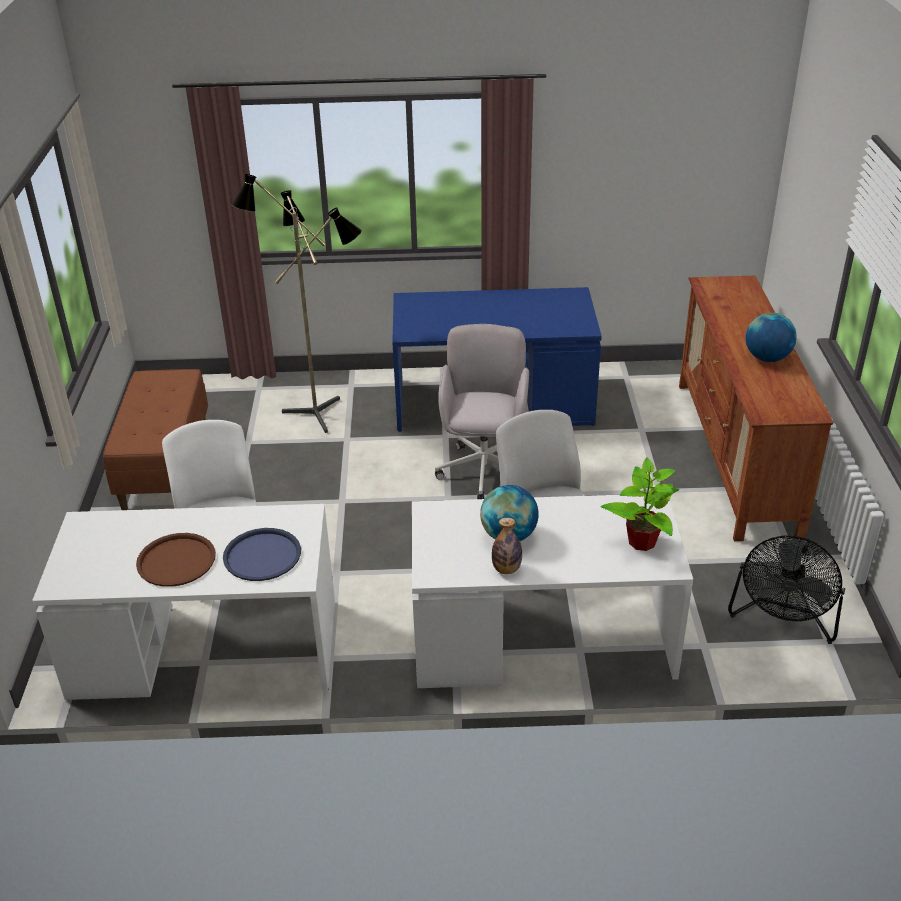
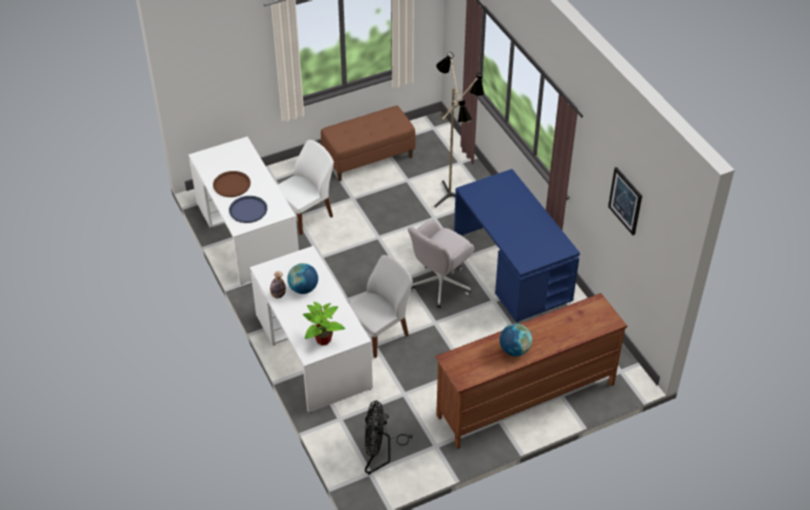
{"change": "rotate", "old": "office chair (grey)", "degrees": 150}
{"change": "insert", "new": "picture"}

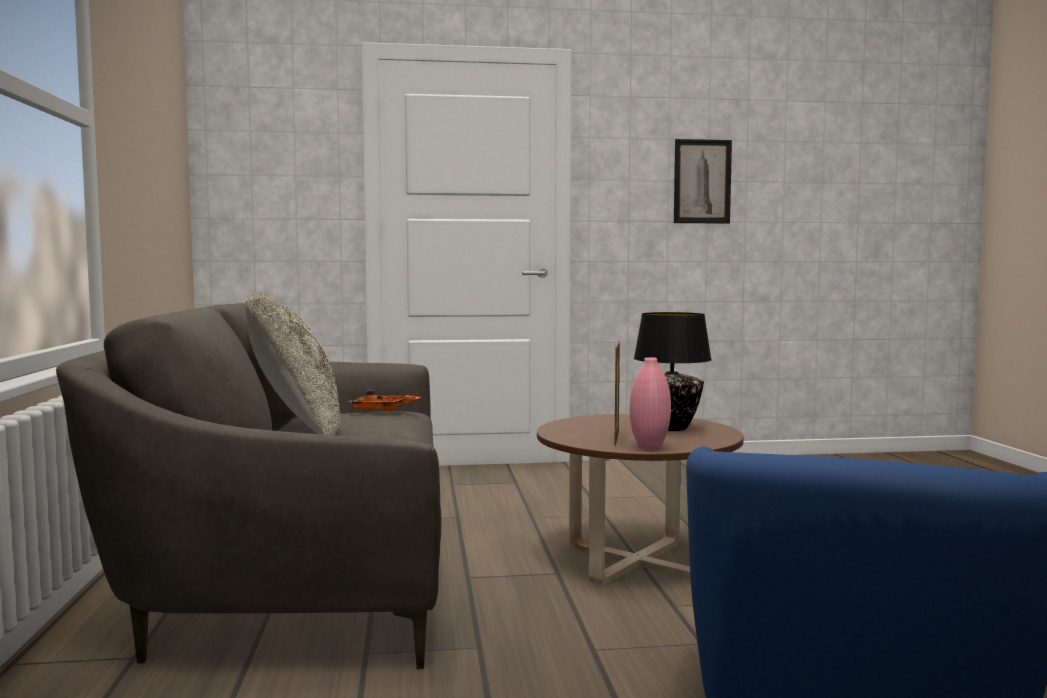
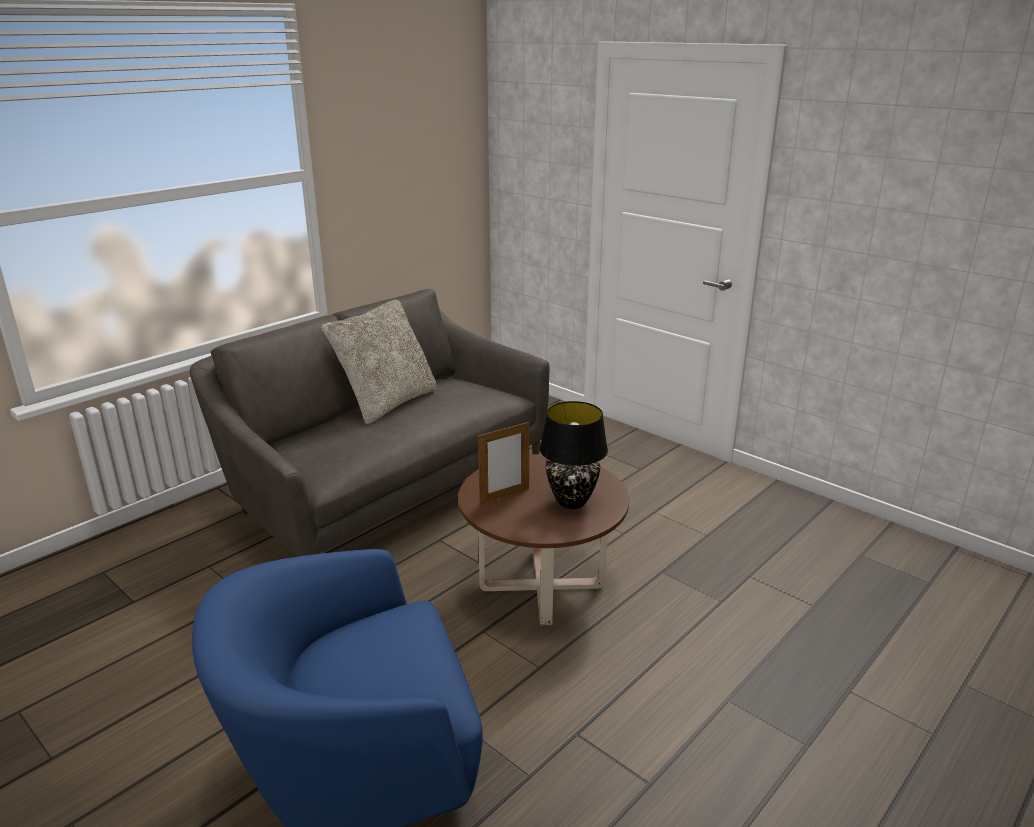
{"change": "delete", "old": "picture"}
{"change": "delete", "old": "vase (pink)"}
{"change": "delete", "old": "tray (orange)"}

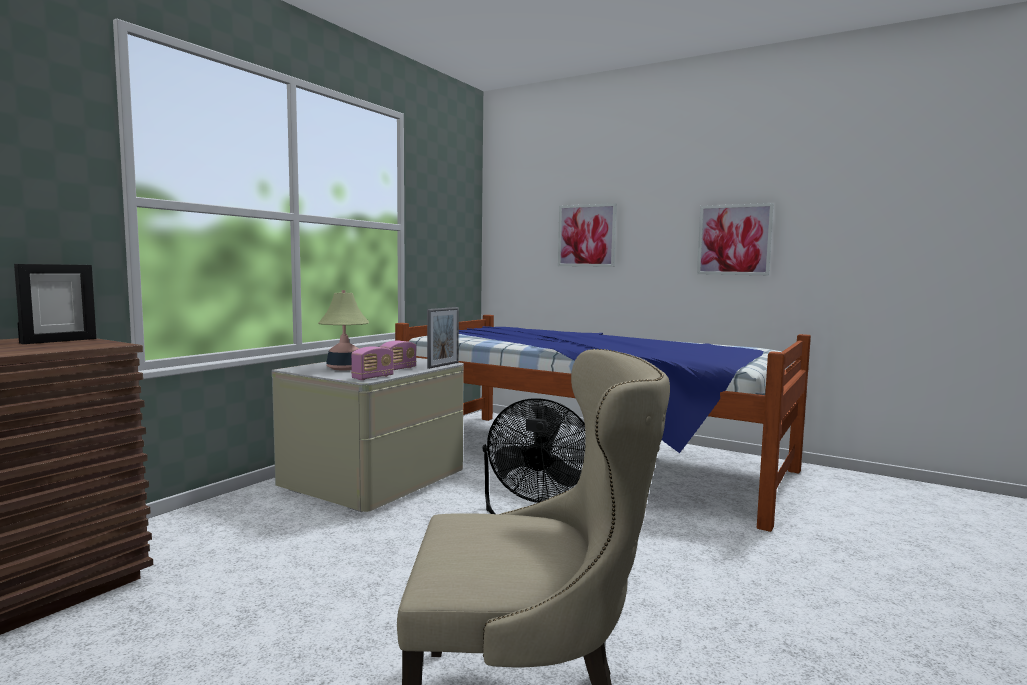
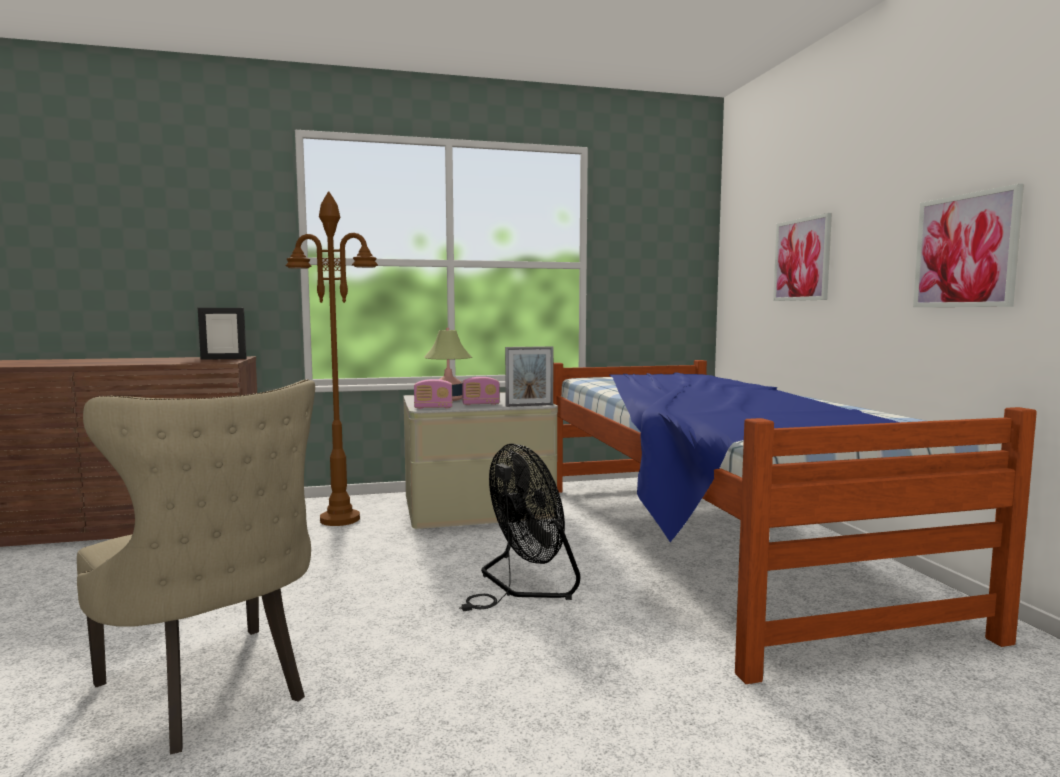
{"change": "insert", "new": "floor lamp (brown)"}

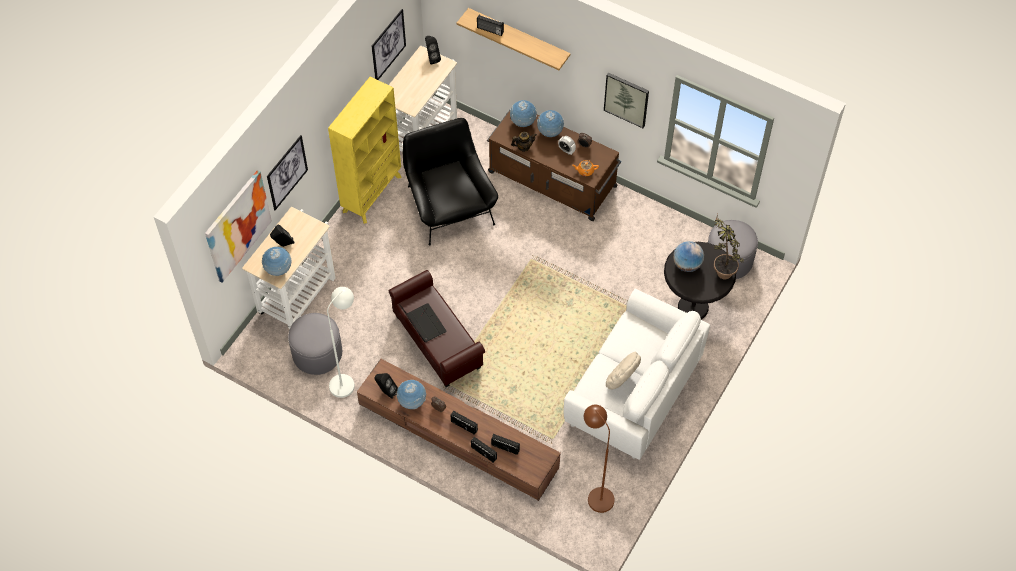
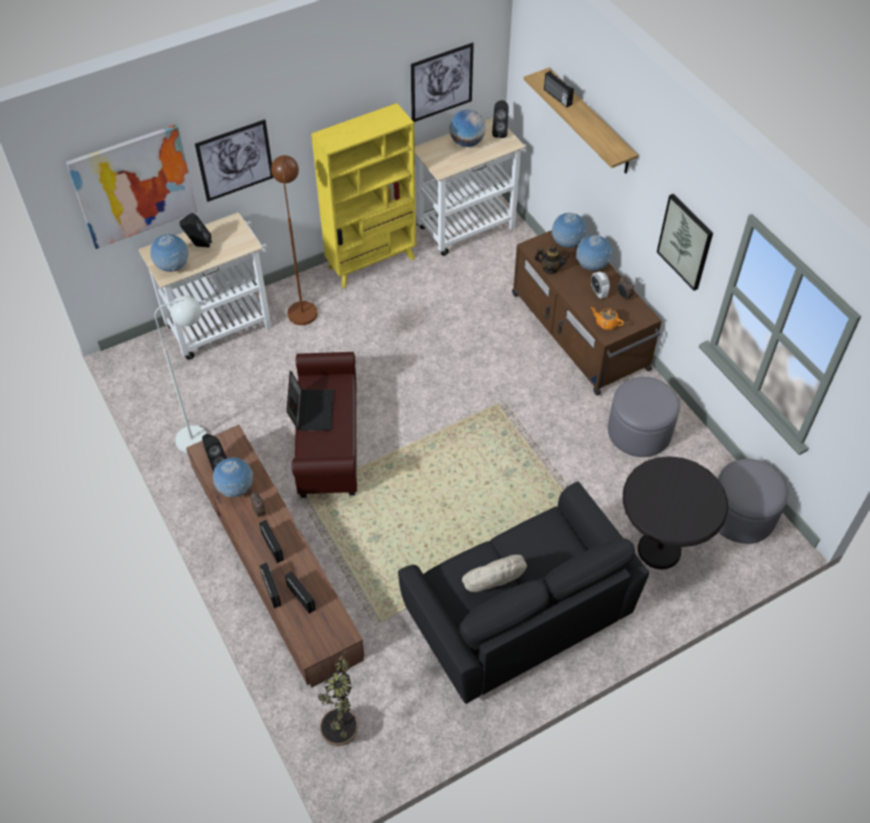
{"change": "delete", "old": "armchair (black)"}
{"change": "move", "old": "potted plant"}
{"change": "move", "old": "globe (5th from left in the first image)", "new": "globe (3rd from left)"}
{"change": "recolor", "old": "sofa (white)", "new": "sofa (black)"}
{"change": "move", "old": "ottoman (grey) (1st from left)"}
{"change": "move", "old": "floor lamp (brown)"}

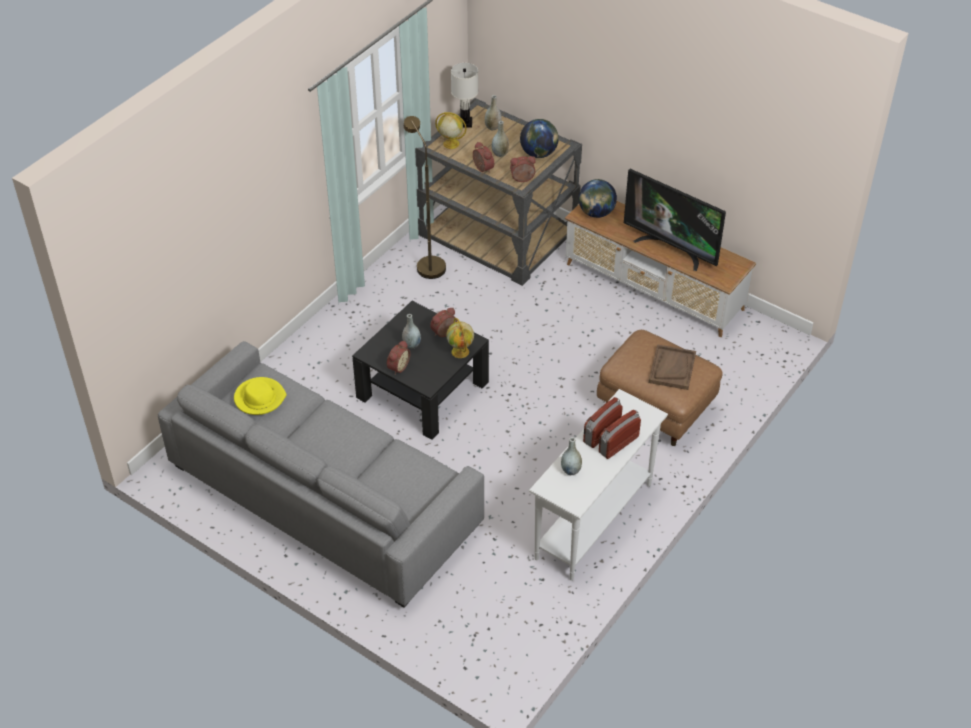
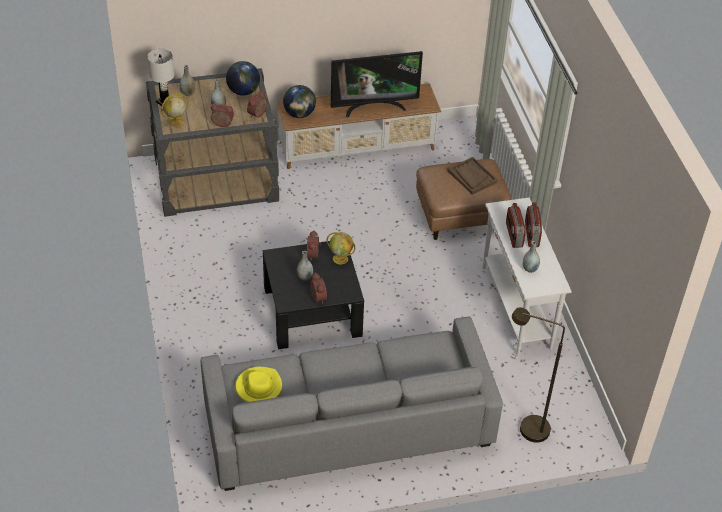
{"change": "move", "old": "floor lamp (brown)"}

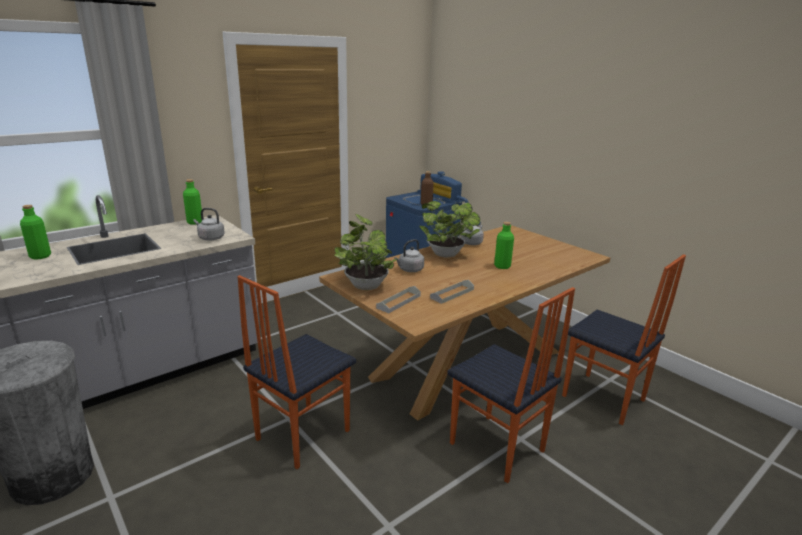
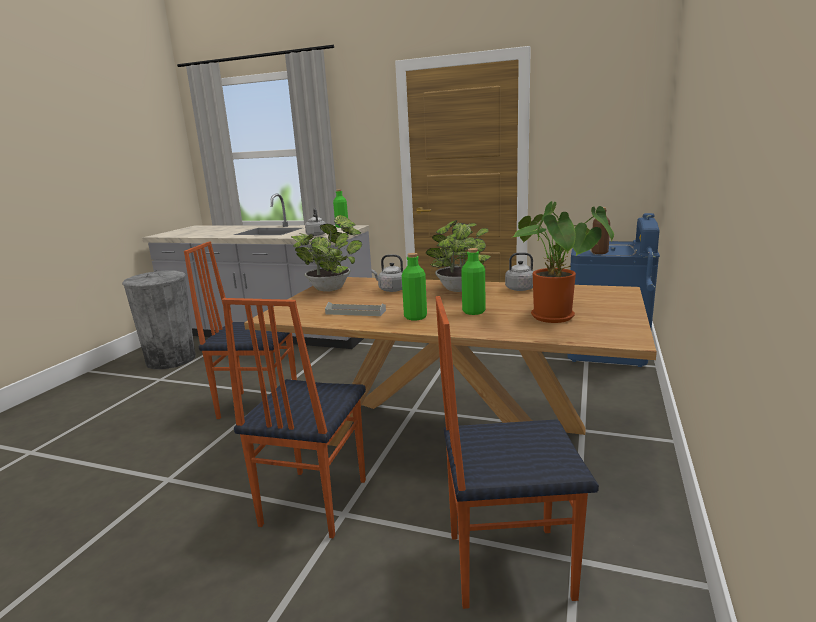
{"change": "move", "old": "bottle (green) (1st from left in the first image)", "new": "bottle (green) (2nd from left)"}
{"change": "rotate", "old": "chair (3rd from left)", "degrees": 75}
{"change": "delete", "old": "tray (grey) (1st from left)"}
{"change": "insert", "new": "potted plant (3rd from left)"}

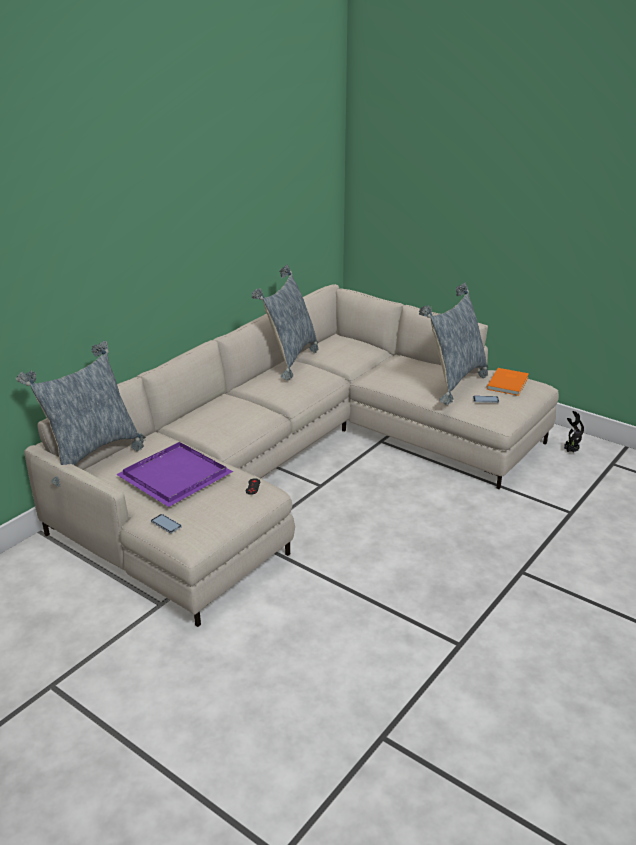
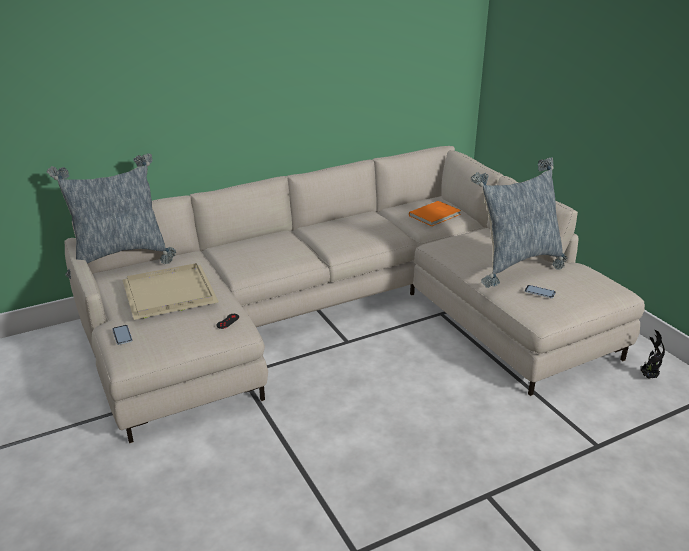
{"change": "delete", "old": "pillow (2nd from left)"}
{"change": "move", "old": "book (orange)"}
{"change": "recolor", "old": "tray (purple)", "new": "tray (beige)"}

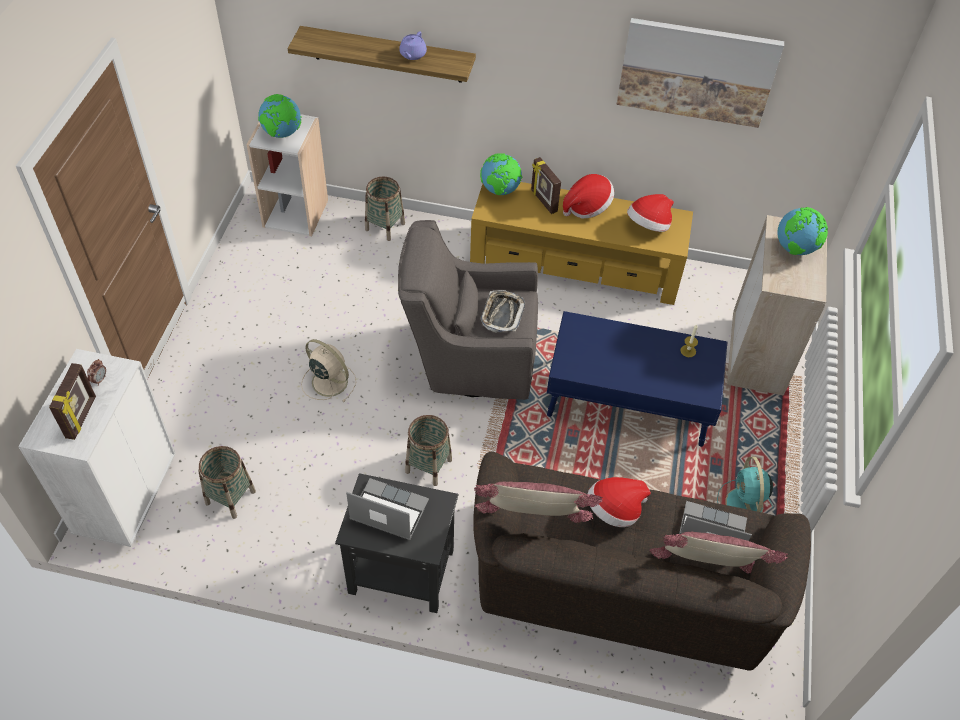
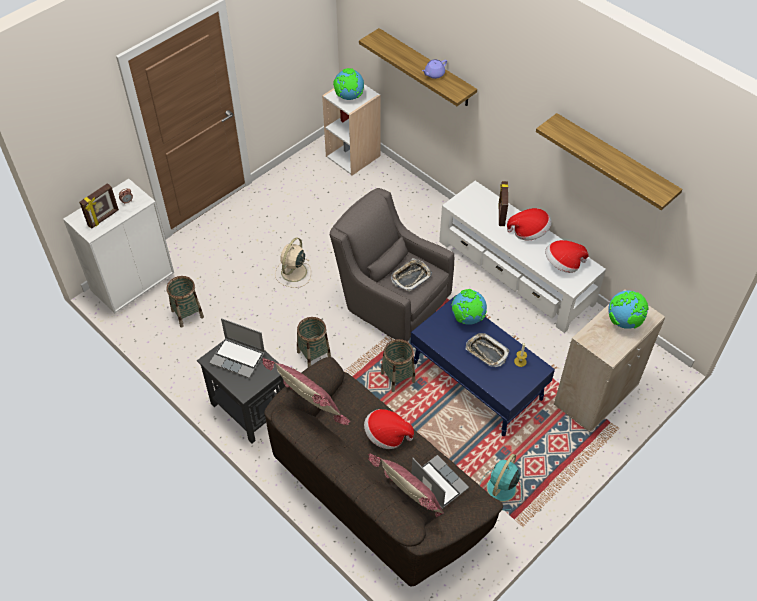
{"change": "replace", "old": "picture", "new": "shelf (2nd from left)"}
{"change": "move", "old": "globe (2nd from left)"}
{"change": "move", "old": "basket (2nd from left in the first image)", "new": "basket (3rd from left)"}
{"change": "recolor", "old": "tv stand (yellow)", "new": "tv stand (white)"}
{"change": "rotate", "old": "fan (beige)", "degrees": -135}
{"change": "rotate", "old": "laptop (1st from left)", "degrees": 150}
{"change": "insert", "new": "tray (2nd from left)"}

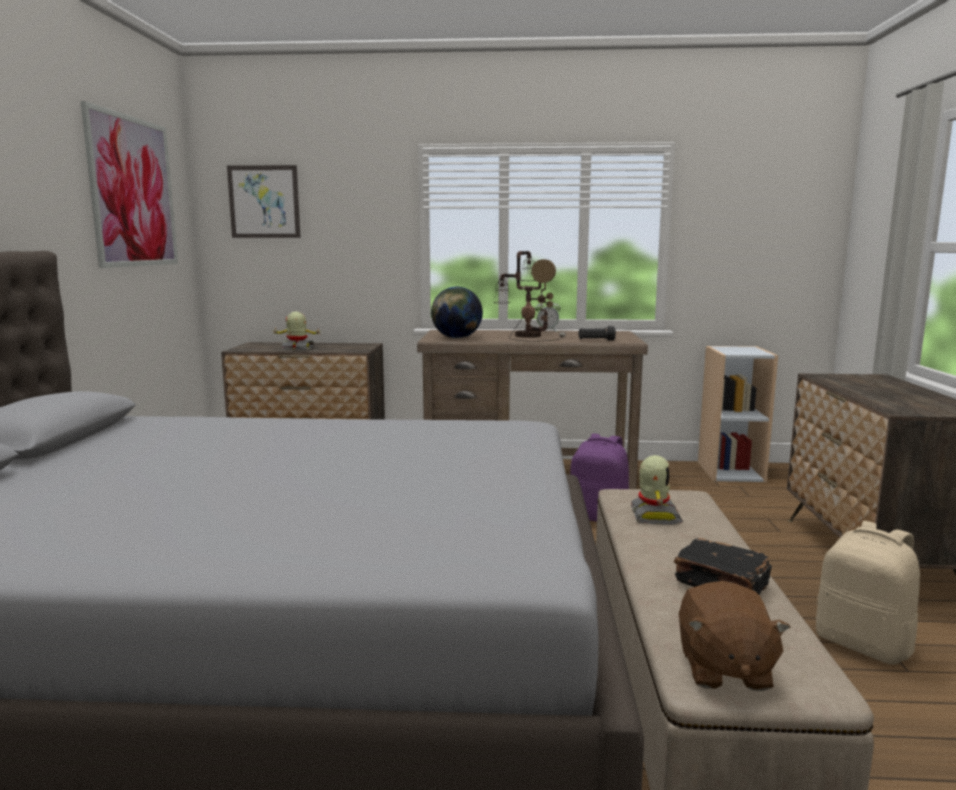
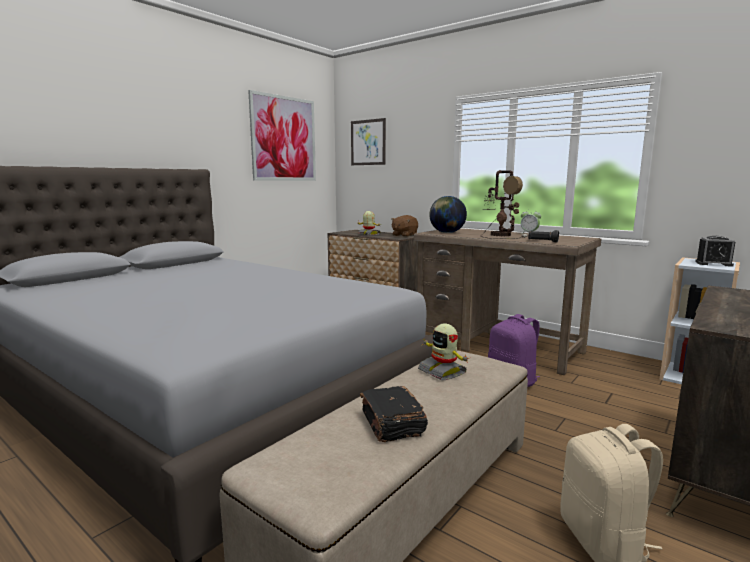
{"change": "rotate", "old": "toy robot (2nd from left)", "degrees": 105}
{"change": "move", "old": "plush toy (brown)"}
{"change": "insert", "new": "alarm clock (2nd from left)"}

